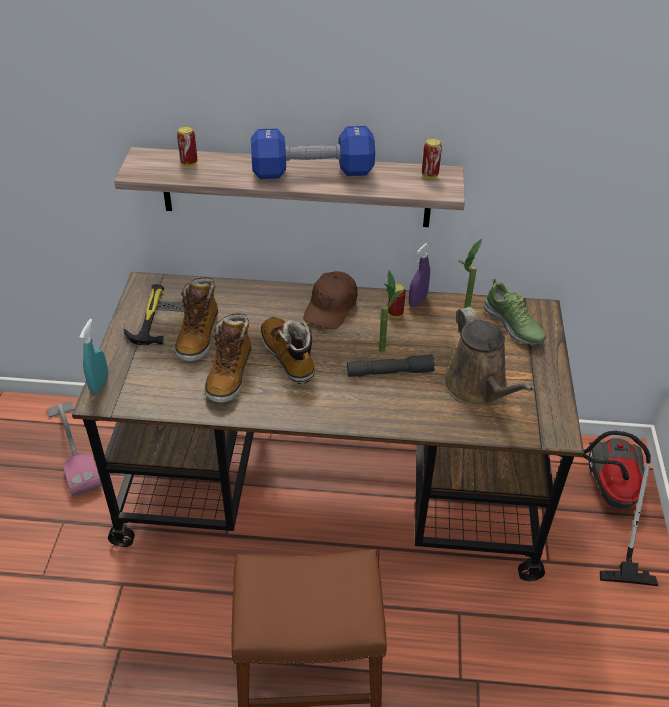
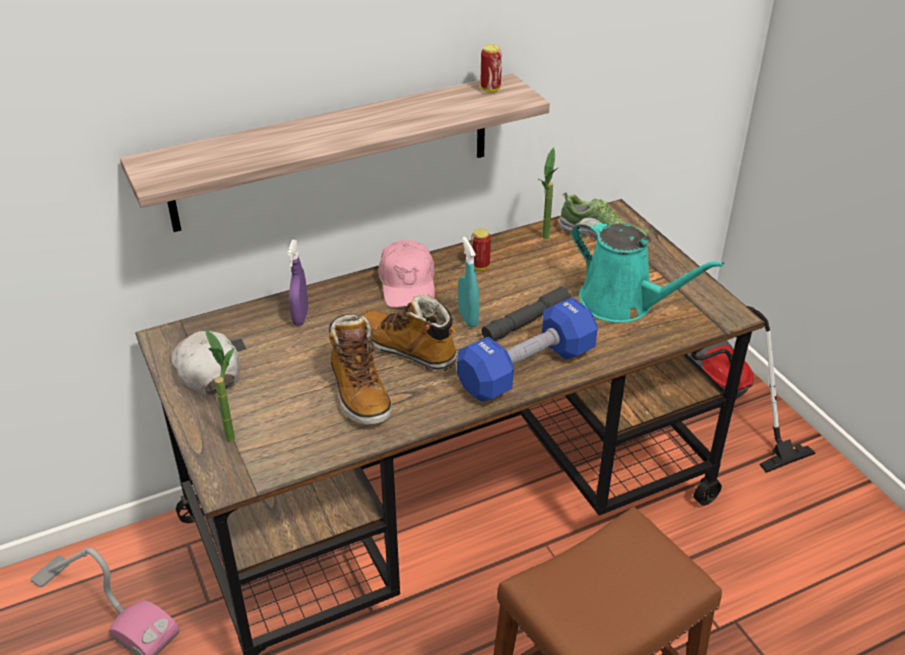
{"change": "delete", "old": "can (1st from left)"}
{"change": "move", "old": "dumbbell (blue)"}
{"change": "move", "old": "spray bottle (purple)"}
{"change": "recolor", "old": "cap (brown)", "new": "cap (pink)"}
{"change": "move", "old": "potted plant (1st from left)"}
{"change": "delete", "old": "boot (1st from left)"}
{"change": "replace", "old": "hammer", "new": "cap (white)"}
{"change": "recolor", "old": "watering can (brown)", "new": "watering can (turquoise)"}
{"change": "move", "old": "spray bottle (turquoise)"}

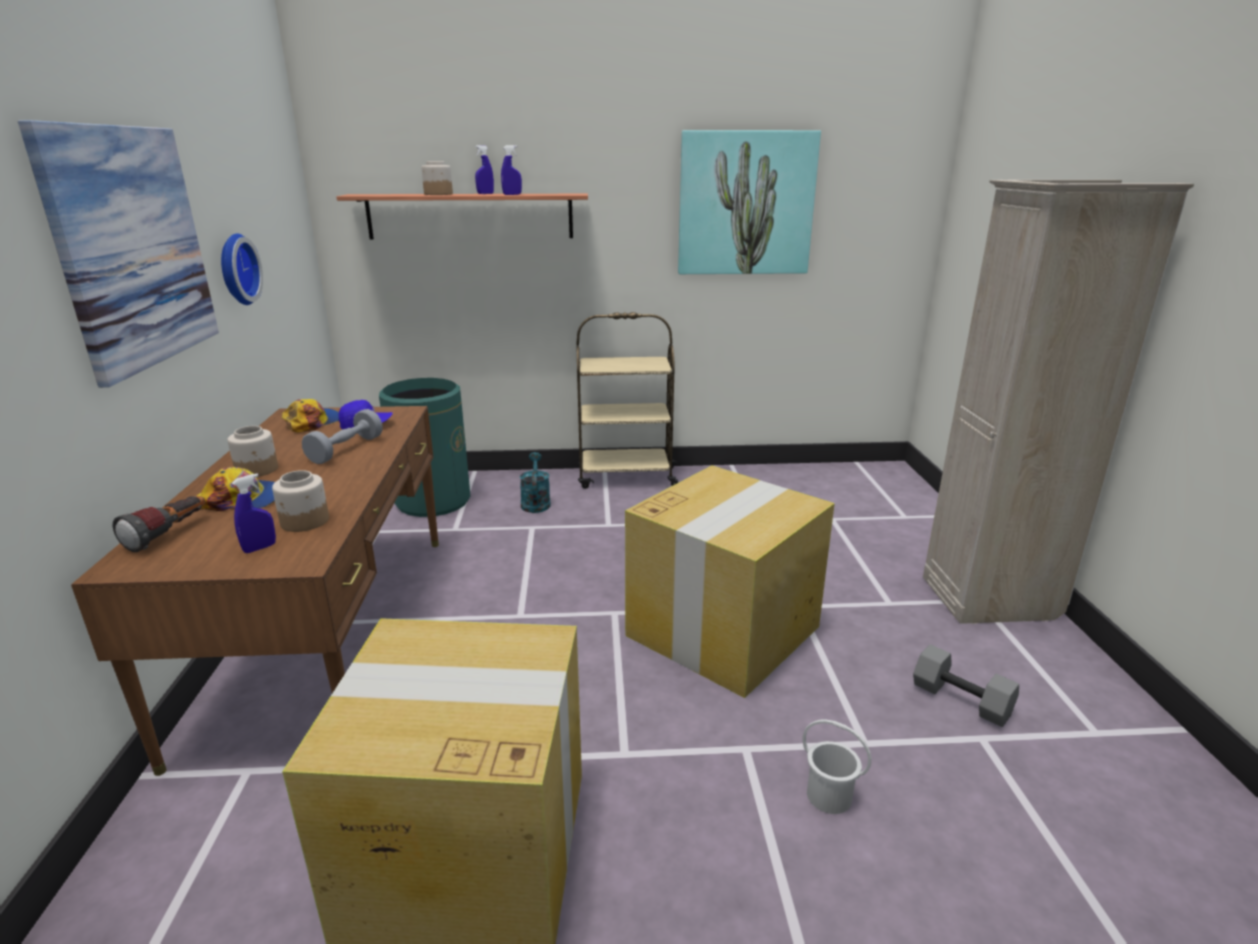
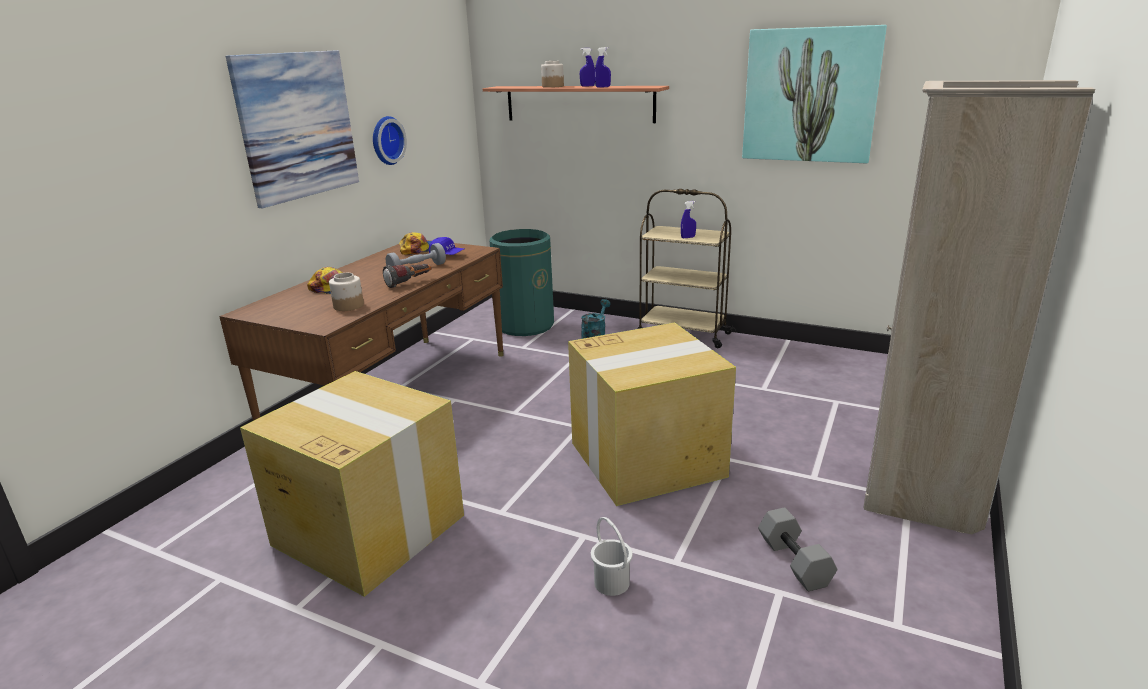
{"change": "delete", "old": "jar (1st from left)"}
{"change": "move", "old": "spray bottle (blue) (1st from left in the first image)", "new": "spray bottle (blue) (3rd from left)"}
{"change": "move", "old": "flashlight"}

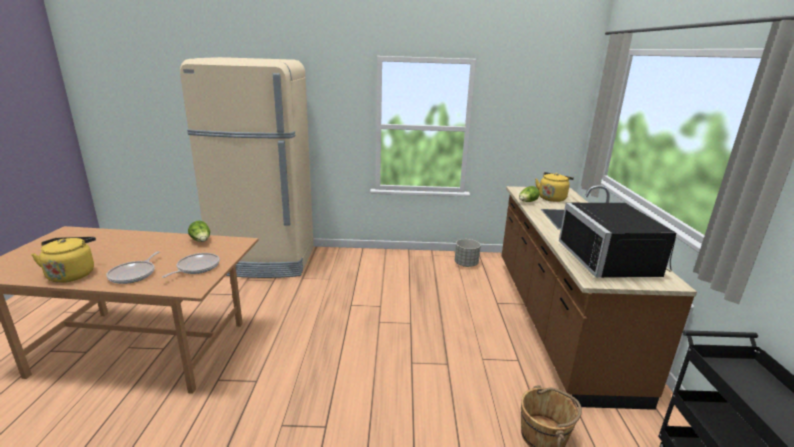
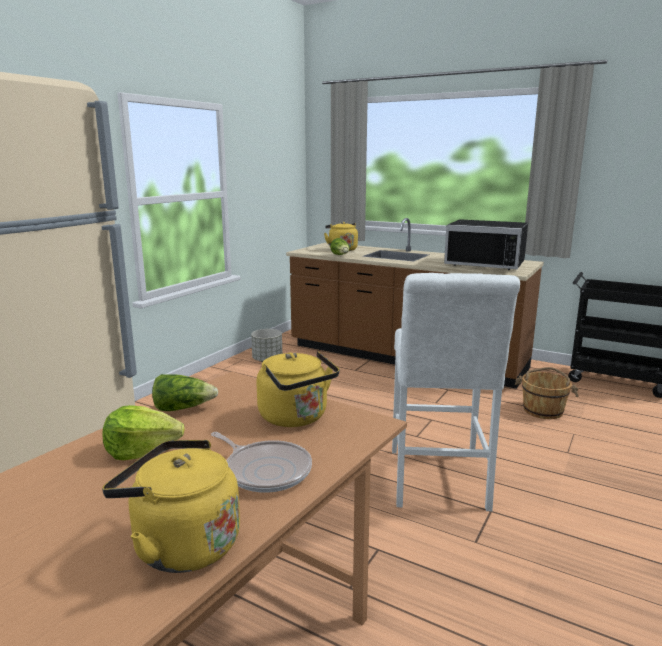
{"change": "replace", "old": "frying pan (2nd from left)", "new": "kettle (yellow) (2nd from left)"}
{"change": "insert", "new": "stool (white)"}
{"change": "insert", "new": "lettuce (1st from left)"}

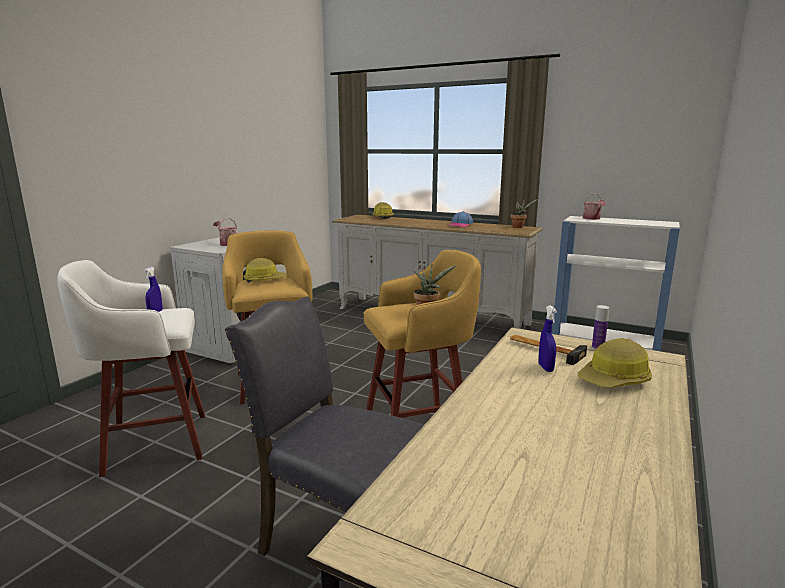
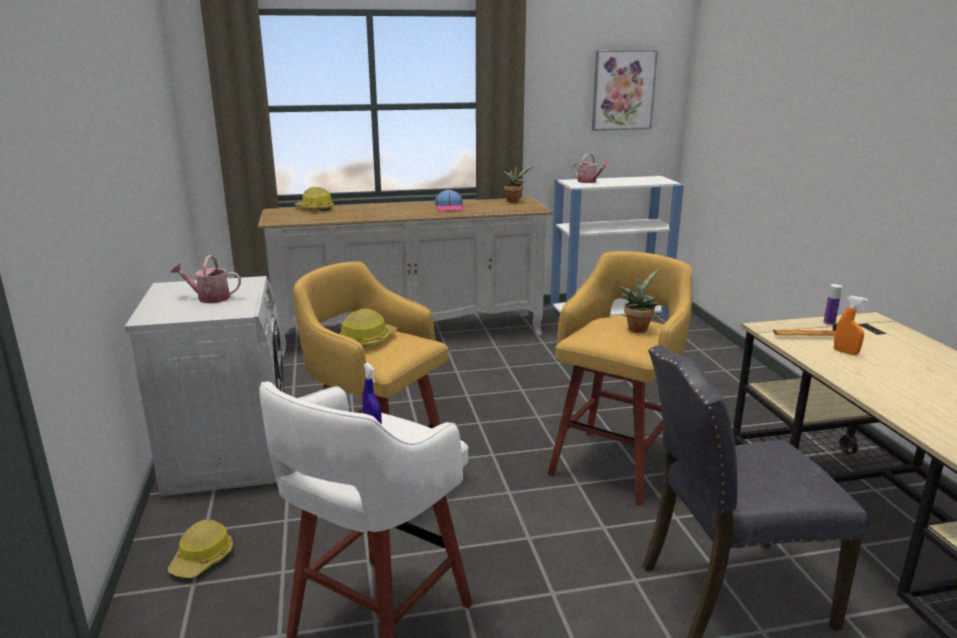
{"change": "recolor", "old": "spray bottle (blue) (2nd from left)", "new": "spray bottle (orange)"}
{"change": "move", "old": "hard hat (3rd from left in the first image)", "new": "hard hat (1st from left)"}
{"change": "insert", "new": "picture"}

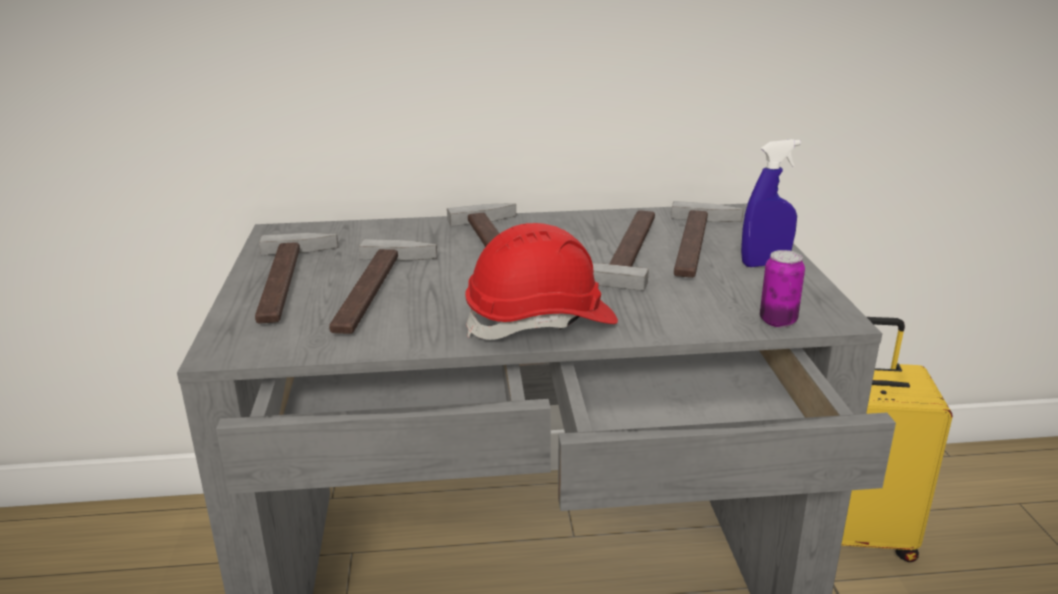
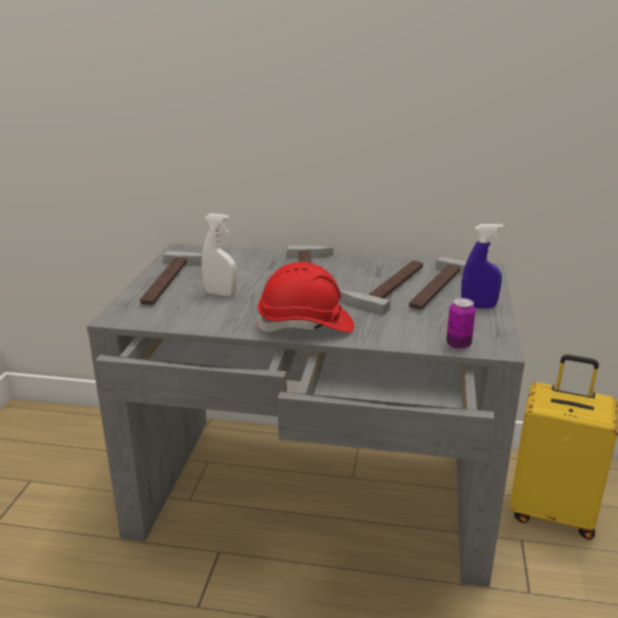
{"change": "replace", "old": "hammer (2nd from left)", "new": "spray bottle (white)"}

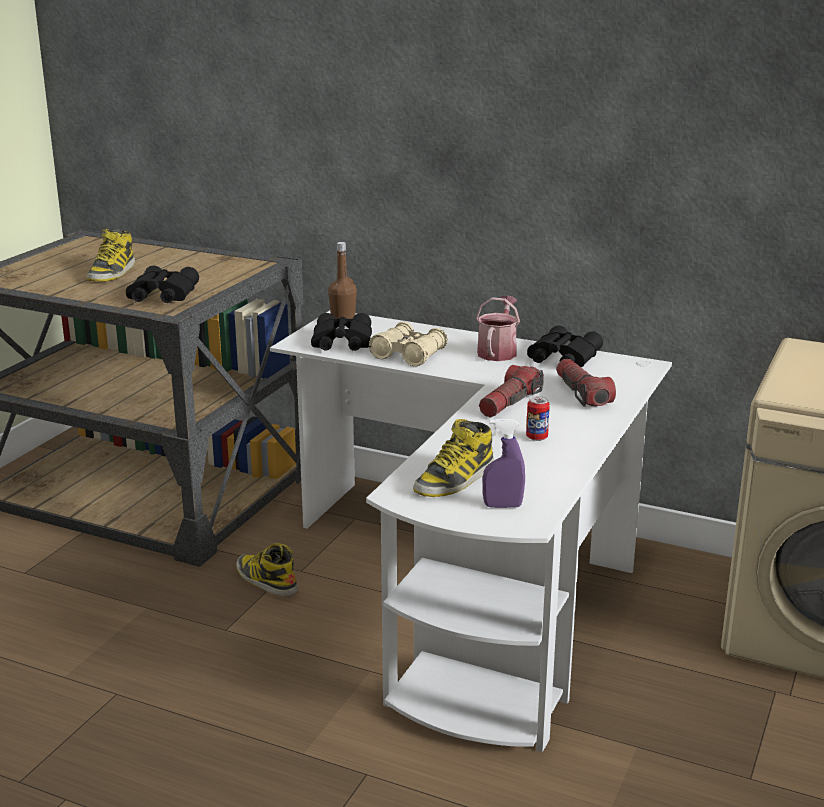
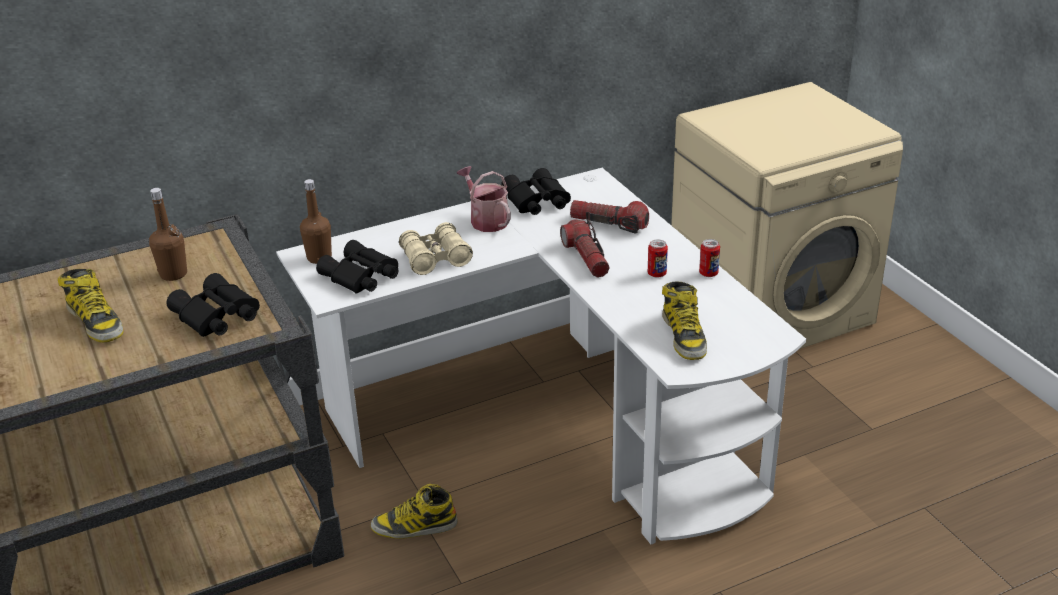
{"change": "delete", "old": "spray bottle (purple)"}
{"change": "insert", "new": "bottle (brown) (1st from left)"}
{"change": "insert", "new": "can (2nd from left)"}

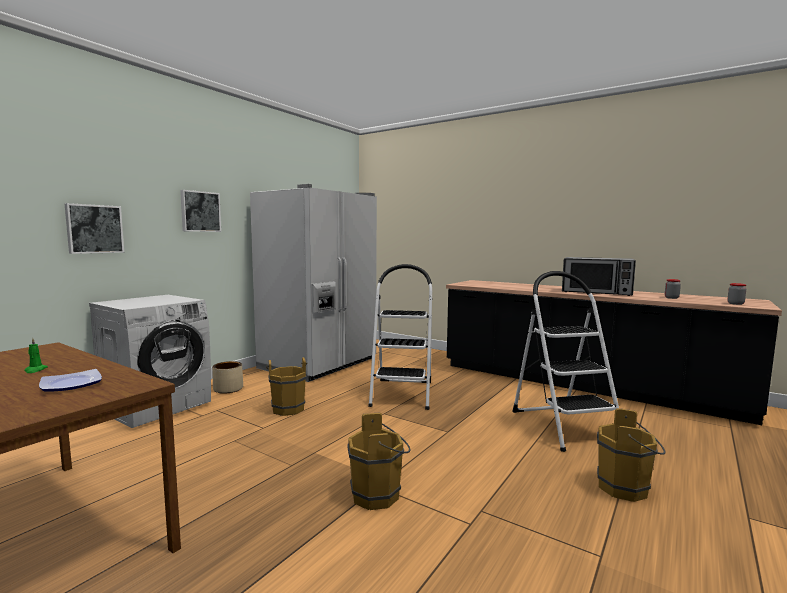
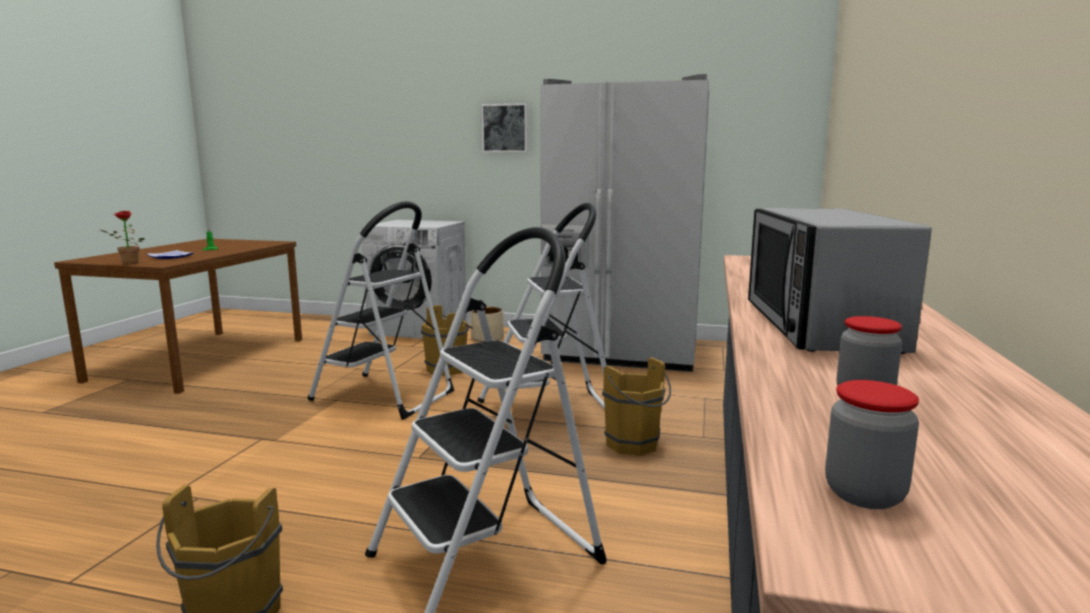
{"change": "delete", "old": "picture (1st from left)"}
{"change": "move", "old": "bucket (brown) (2nd from left in the first image)", "new": "bucket (brown) (3rd from left)"}
{"change": "insert", "new": "step ladder (1st from left)"}
{"change": "insert", "new": "potted plant"}

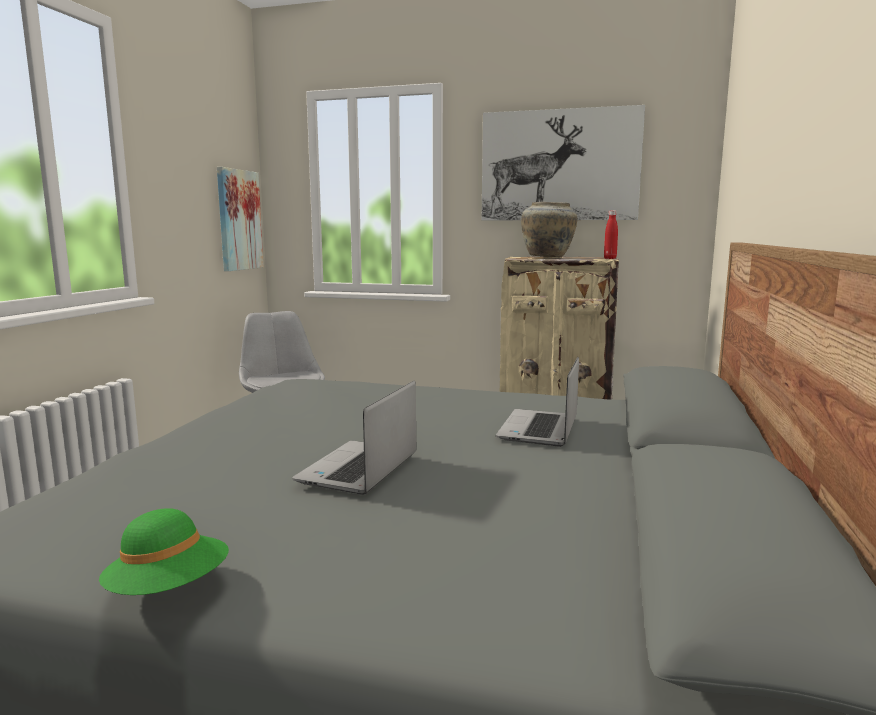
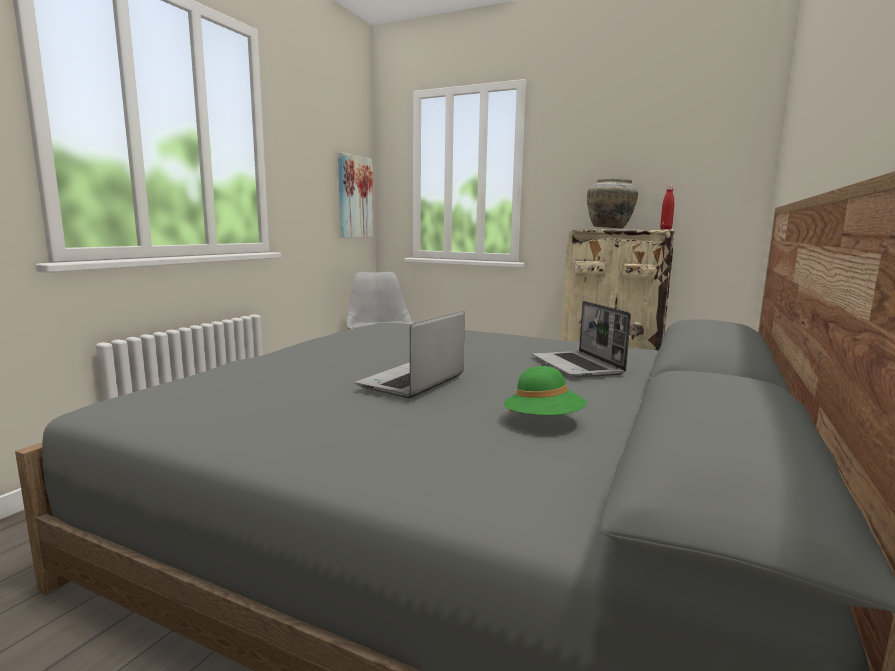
{"change": "delete", "old": "picture (2nd from left)"}
{"change": "rotate", "old": "laptop (2nd from left)", "degrees": -45}
{"change": "move", "old": "hat (green)"}

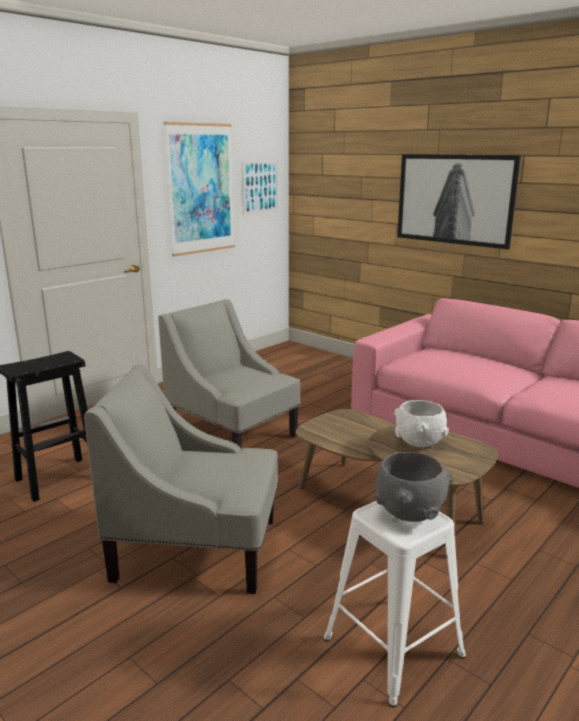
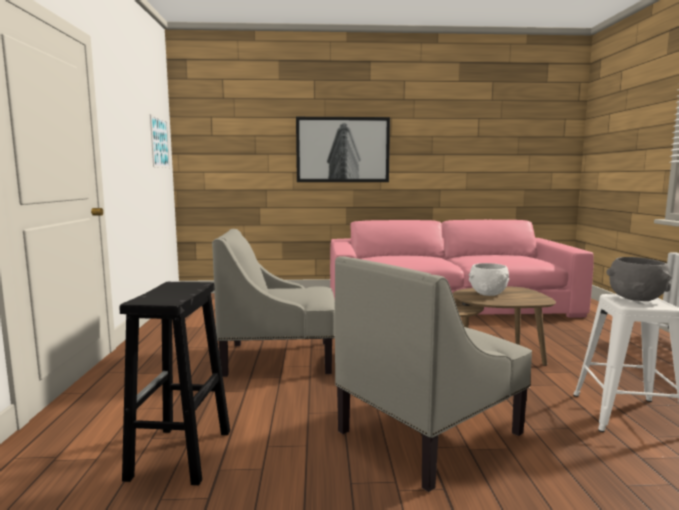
{"change": "delete", "old": "picture (1st from left)"}

